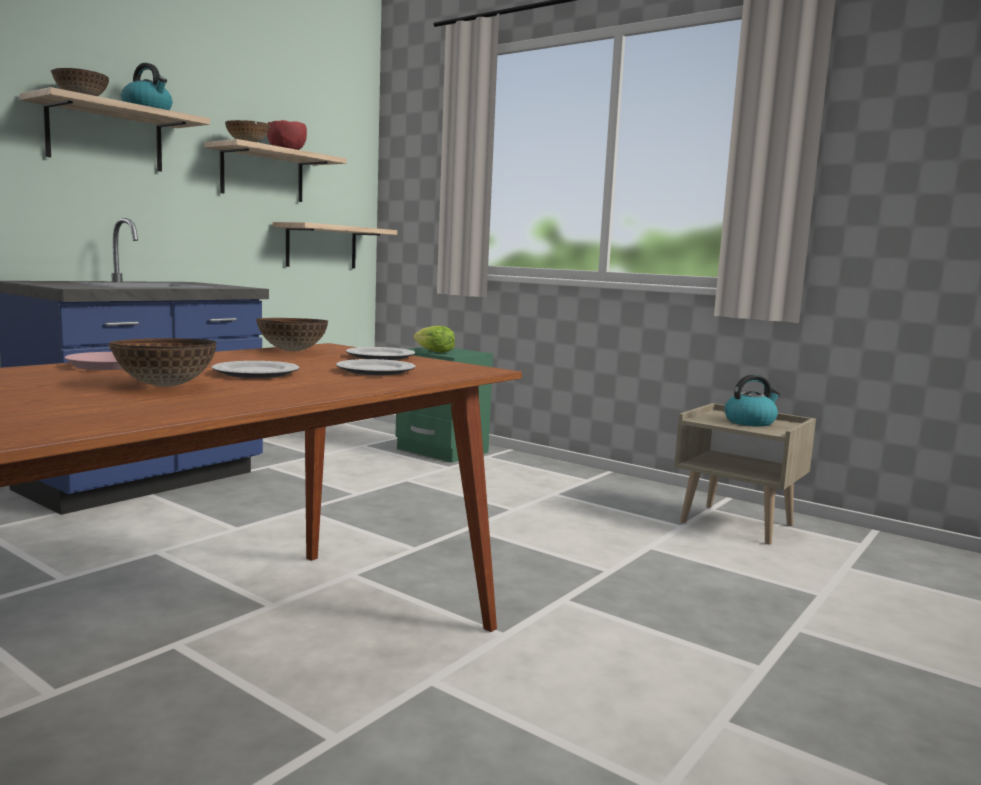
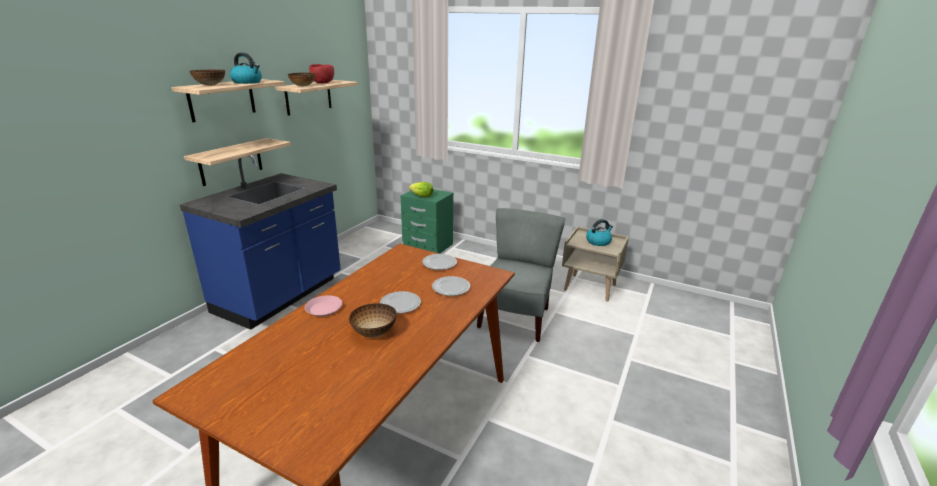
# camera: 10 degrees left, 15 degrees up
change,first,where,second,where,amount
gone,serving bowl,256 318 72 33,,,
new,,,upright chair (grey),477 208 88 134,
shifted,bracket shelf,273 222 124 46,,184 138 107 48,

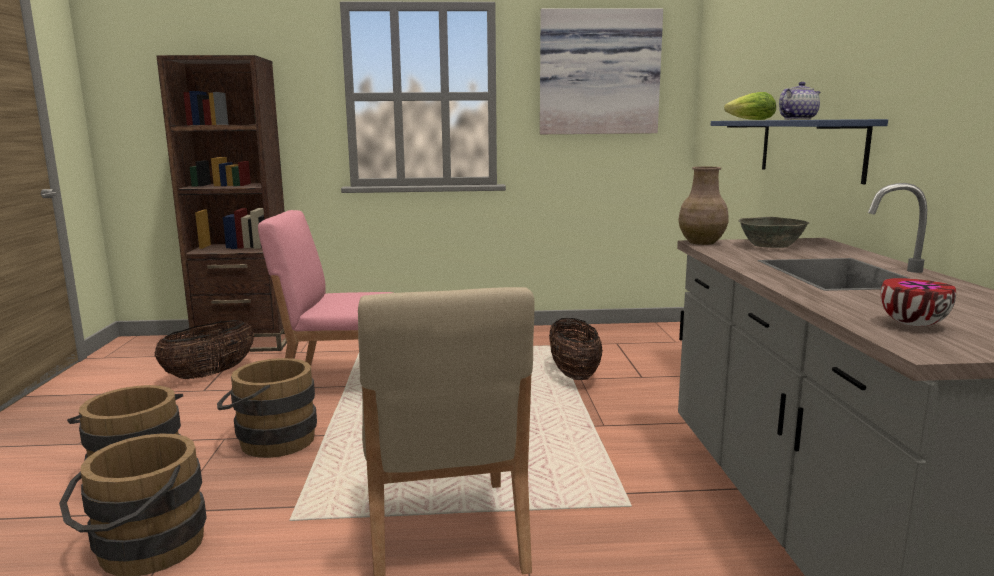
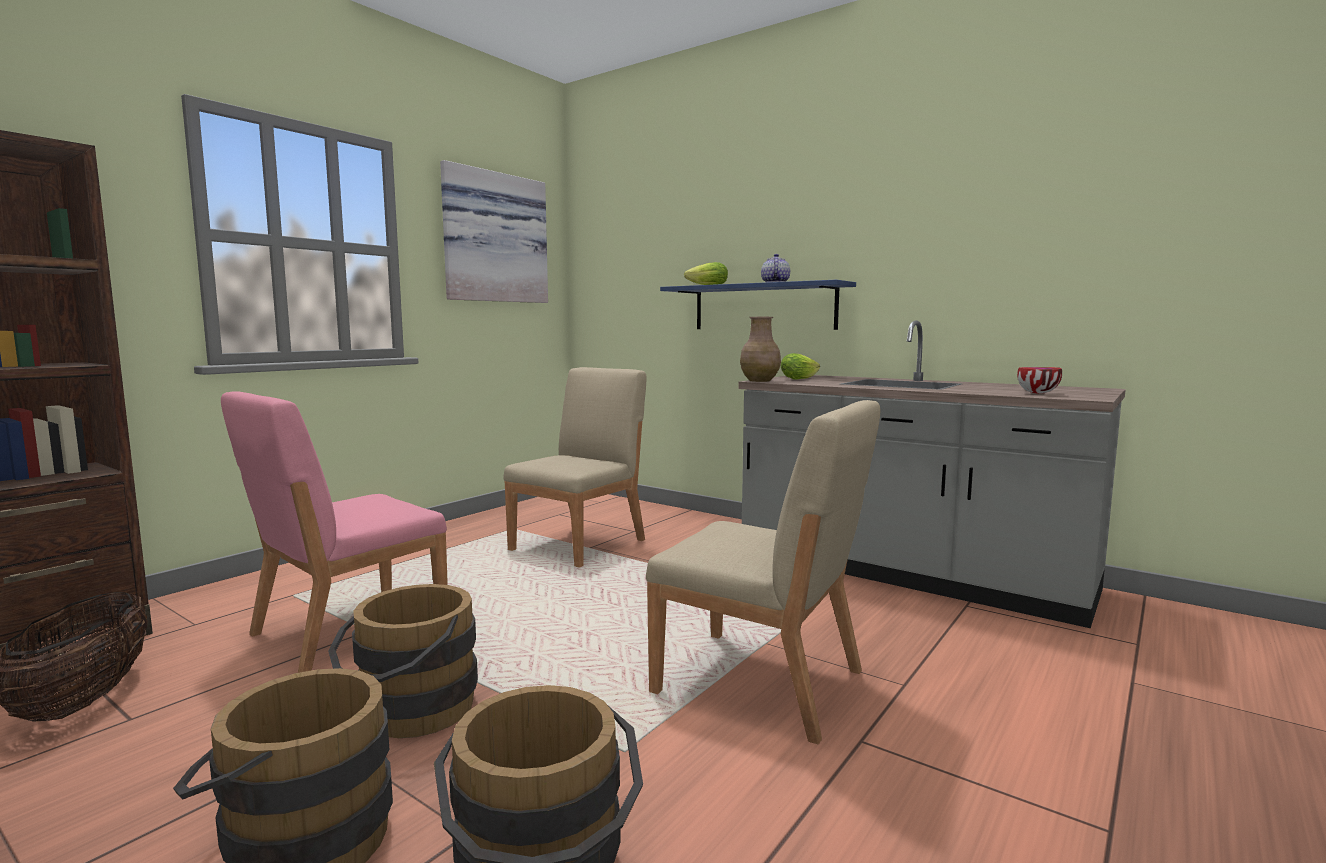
# camera: 50 degrees left, 5 degrees down
change,first,where,second,where,amount
swapped,storage basket,549 318 54 62,upright chair (beige-coloured),503 367 144 200,
swapped,serving bowl (grey),739 217 70 31,head of lettuce,781 353 39 27,

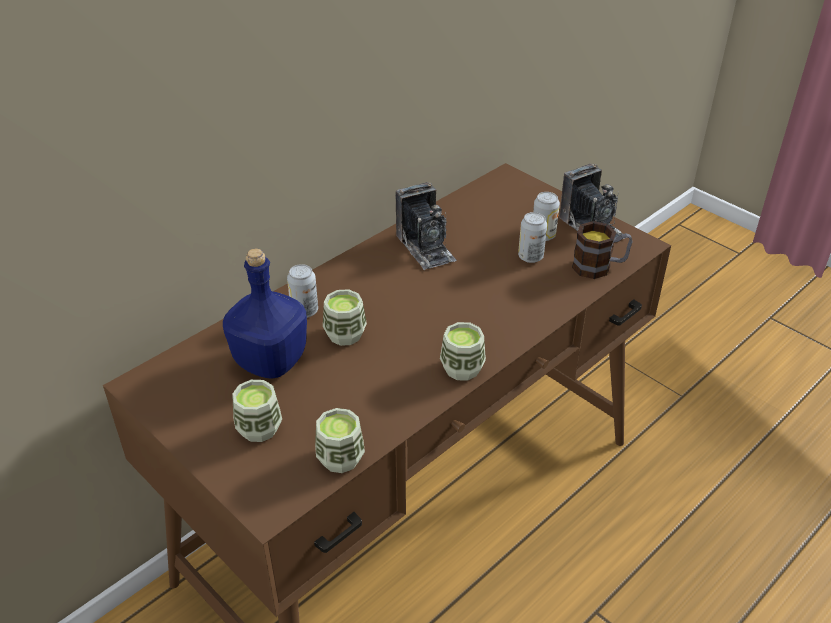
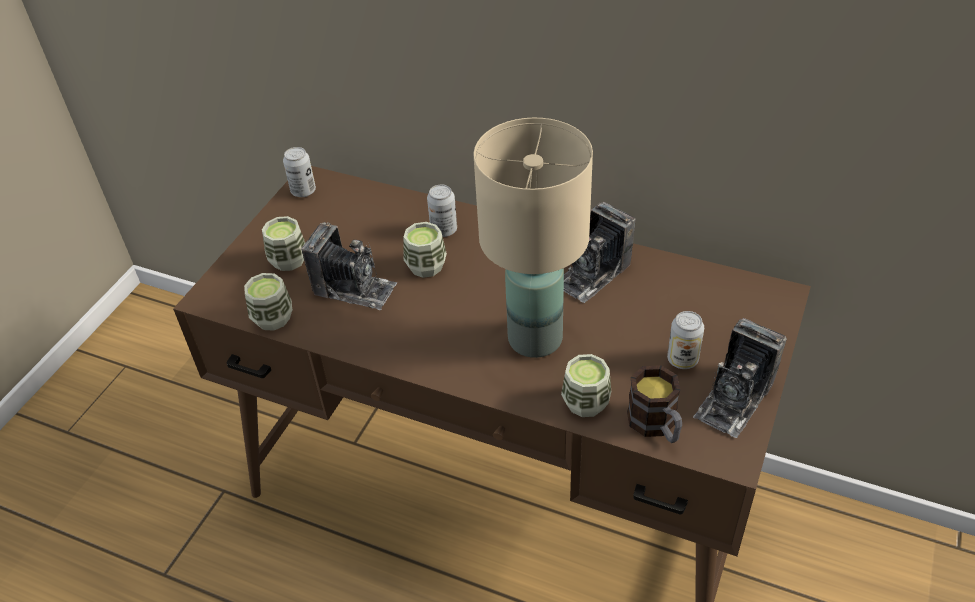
# camera: 70 degrees right, 5 degrees up
change,first,where,second,where,amount
gone,drink bottle (blue-coloured),223 248 84 131,,,
new,,,still camera,301 222 96 88,
new,,,lamp for a table (beige-coloured),473 118 120 240,
shifted,drinking cup,440 322 46 59,,561 354 50 63,
shifted,sealed can,518 212 29 51,,283 147 33 50,

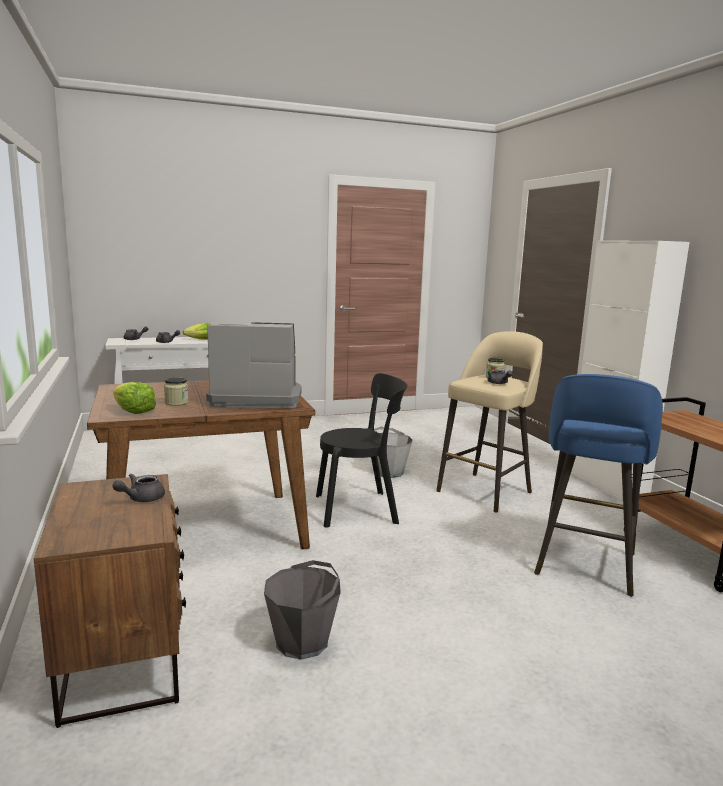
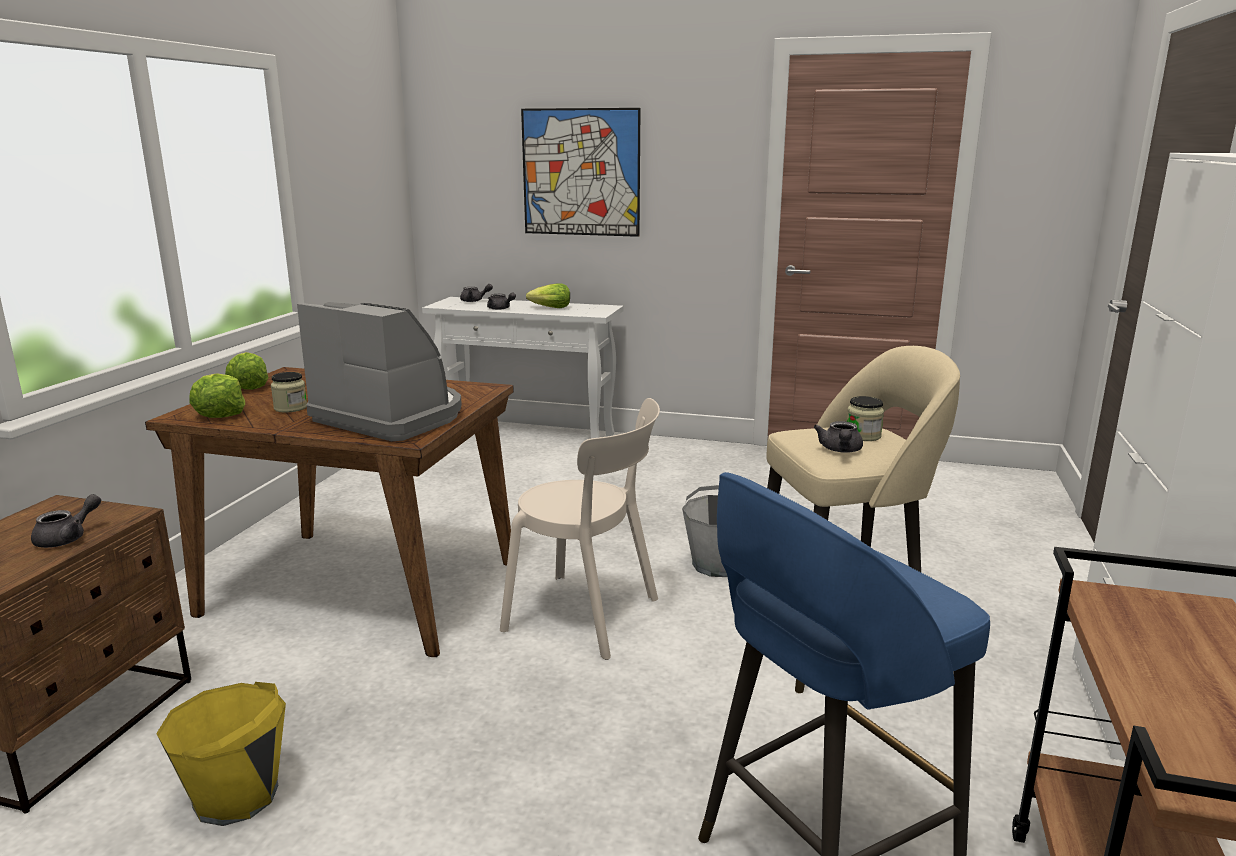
# camera: 35 degrees right, 5 degrees up
change,first,where,second,where,amount
new,,,head of lettuce,225 352 43 38,
new,,,wall art,521 108 119 129,
repainted,pail (grey),264 560 77 100,pail (yellow),156 682 130 144,
repainted,upright chair (black),316 373 91 155,upright chair (beige-coloured),500 398 160 262,
rotated,pot for tea (grey),112 473 53 29,,31 494 70 54,135 degrees clockwise

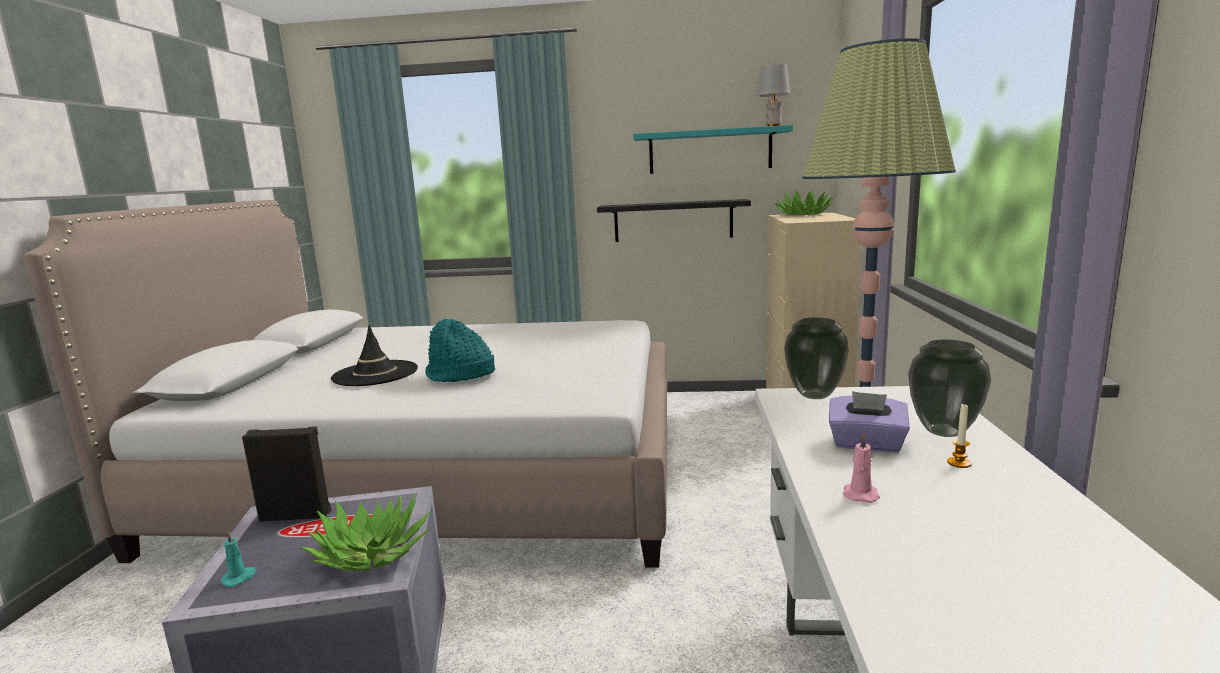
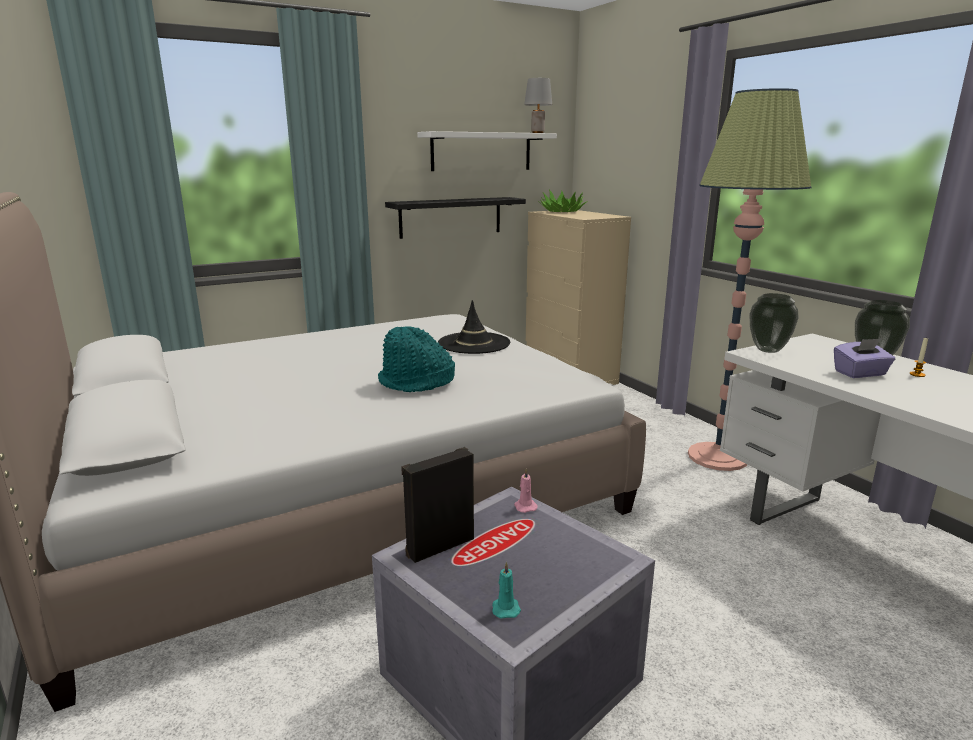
# camera: 35 degrees left, 5 degrees up
change,first,where,second,where,amount
gone,plant in a pot,301 493 129 78,,,
shifted,wearable hat (black),331 325 87 61,,438 300 72 54,
shifted,wax light (pink),843 433 37 70,,514 468 24 45,
repainted,bracket shelf (blue-green),633 125 160 49,bracket shelf (white),417 131 140 40,

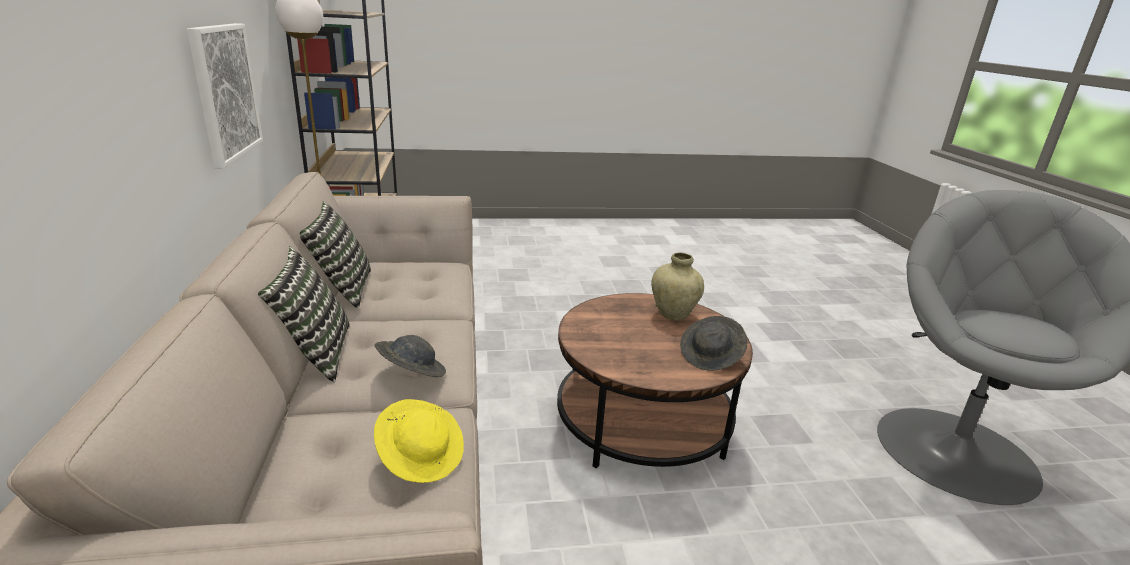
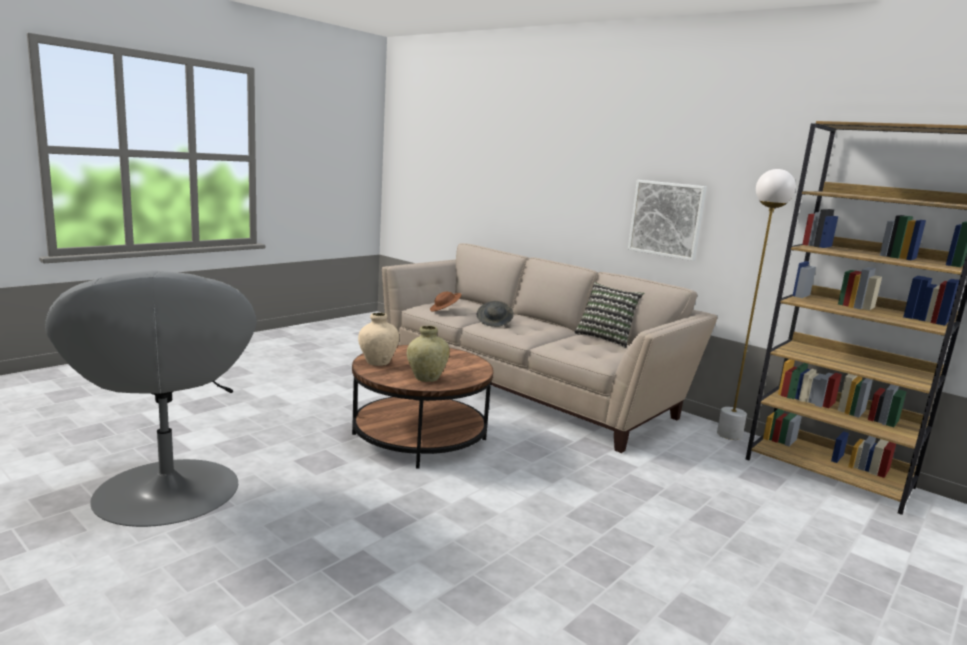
# camera: 140 degrees right, 10 degrees down
change,first,where,second,where,amount
gone,throw pillow,258 246 92 136,,,
swapped,wearable hat (grey),680 316 67 55,flower vase (beige-coloured),358 312 41 54,
repainted,wearable hat (yellow),374 399 90 84,wearable hat (brownish),430 292 31 20,

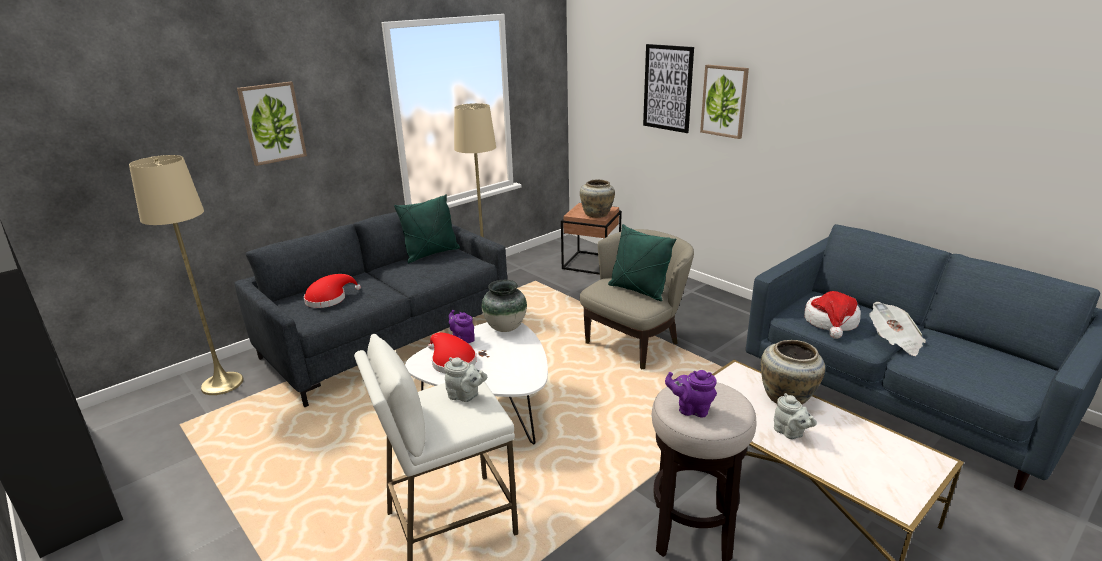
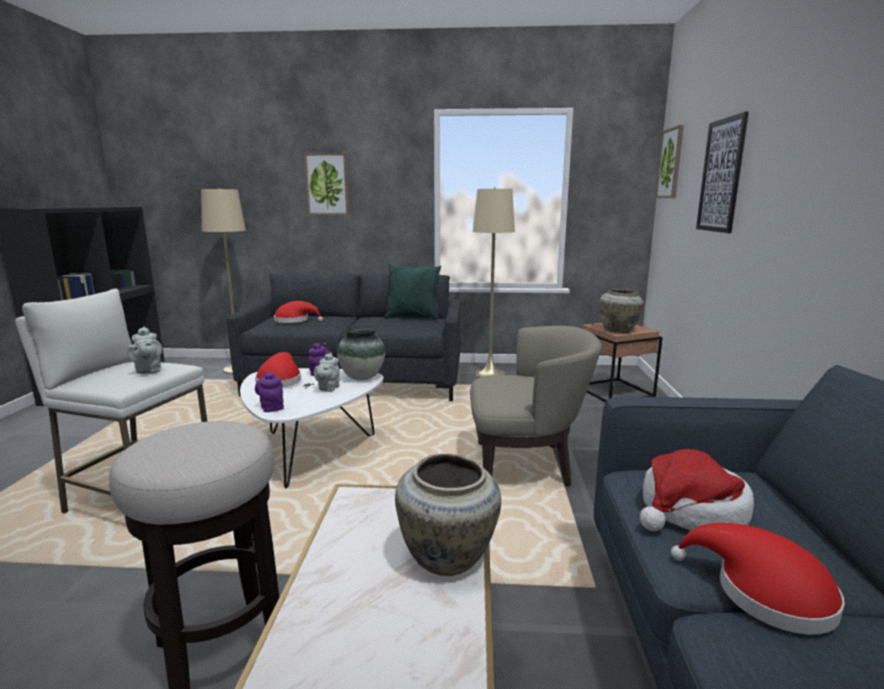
# camera: 45 degrees right, 10 degrees down
change,first,where,second,where,amount
gone,throw pillow (green-coloured),608 224 68 77,,,
shifted,pot for tea (purple-coloured),665 370 52 48,,255 371 29 41,
shifted,wall art,700 65 49 74,,656 125 28 73,
shifted,pot for tea (grey),774 393 43 47,,314 353 26 39,
swapped,printed paper,869 302 57 54,wearable hat (red),671 523 174 111,

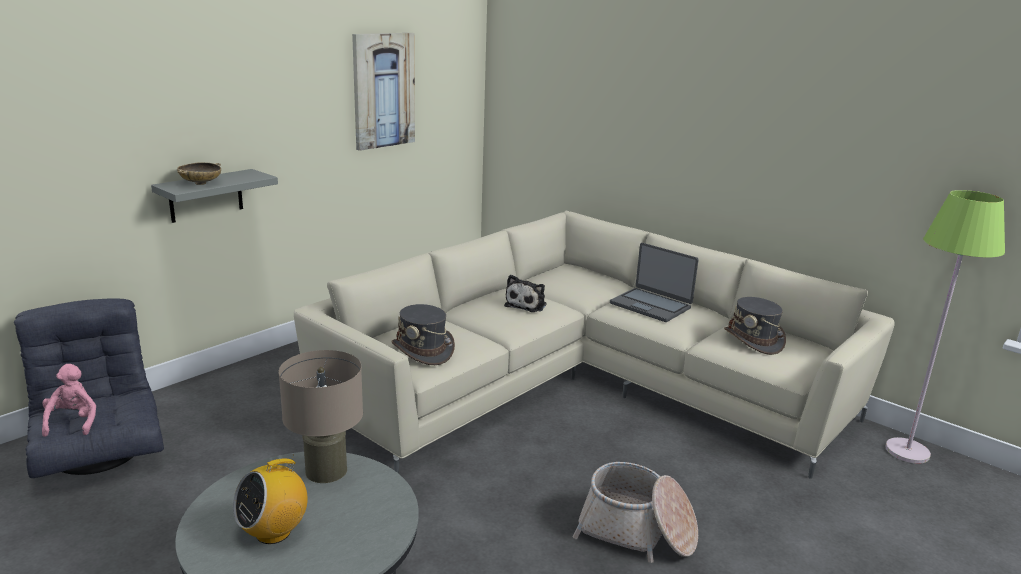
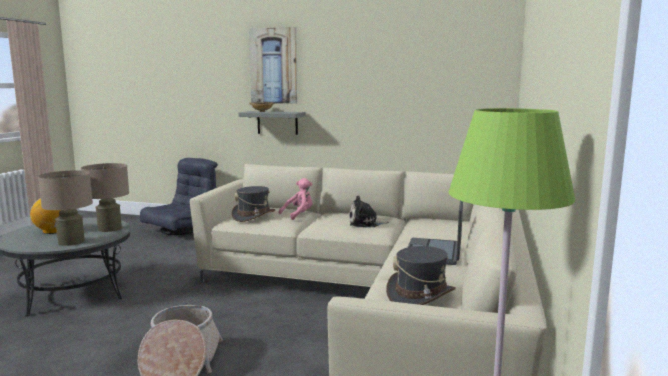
# camera: 65 degrees right, 10 degrees down
change,first,where,second,where,amount
new,,,lamp for a table (beige-coloured),38 171 55 75,
shifted,plush toy (pink),42 364 54 73,,278 178 35 42,
shifted,wall art,352 33 63 118,,249 27 48 77,

